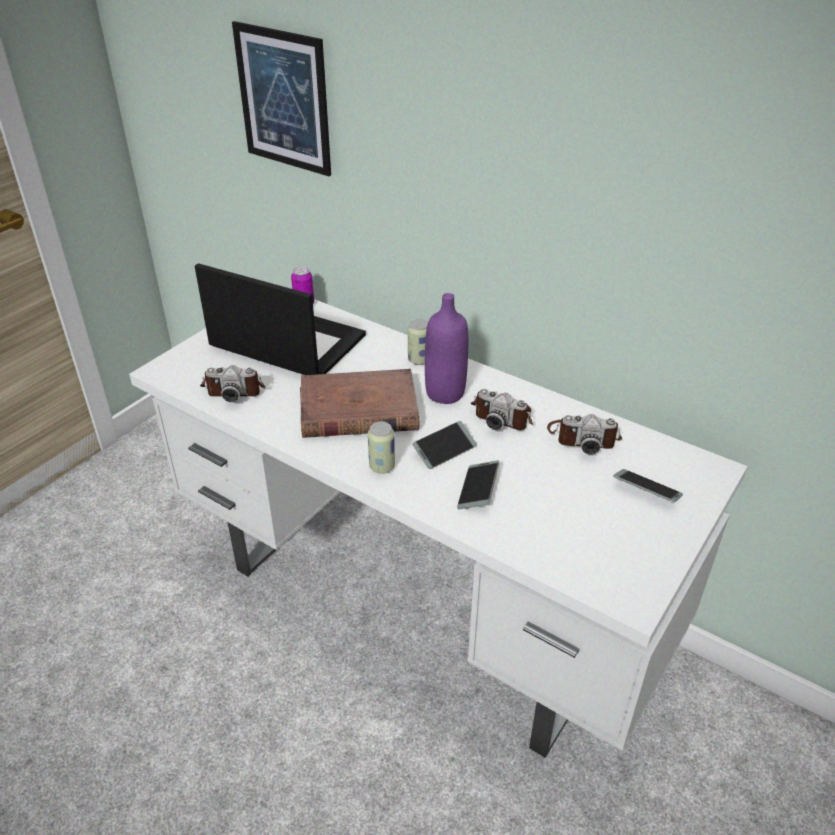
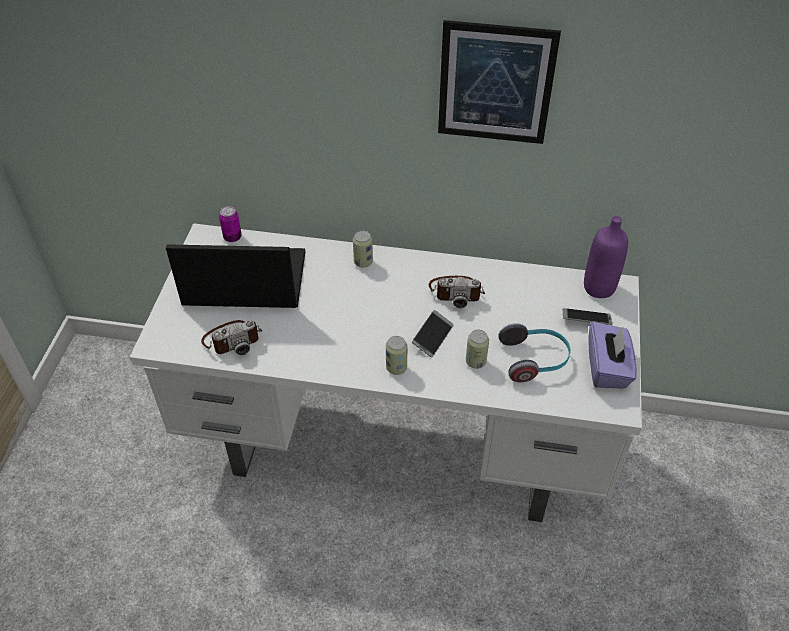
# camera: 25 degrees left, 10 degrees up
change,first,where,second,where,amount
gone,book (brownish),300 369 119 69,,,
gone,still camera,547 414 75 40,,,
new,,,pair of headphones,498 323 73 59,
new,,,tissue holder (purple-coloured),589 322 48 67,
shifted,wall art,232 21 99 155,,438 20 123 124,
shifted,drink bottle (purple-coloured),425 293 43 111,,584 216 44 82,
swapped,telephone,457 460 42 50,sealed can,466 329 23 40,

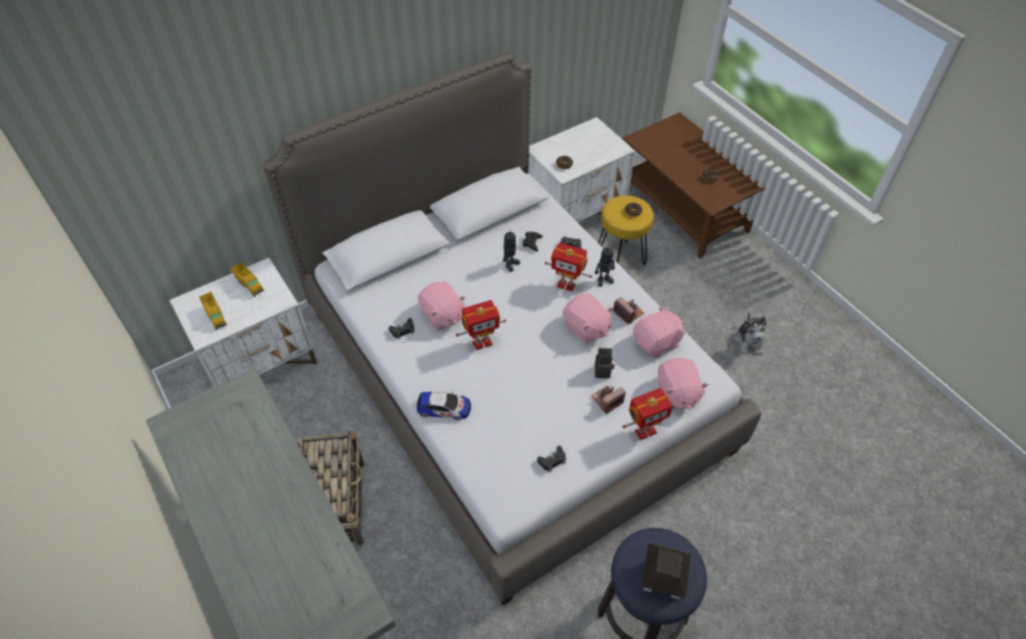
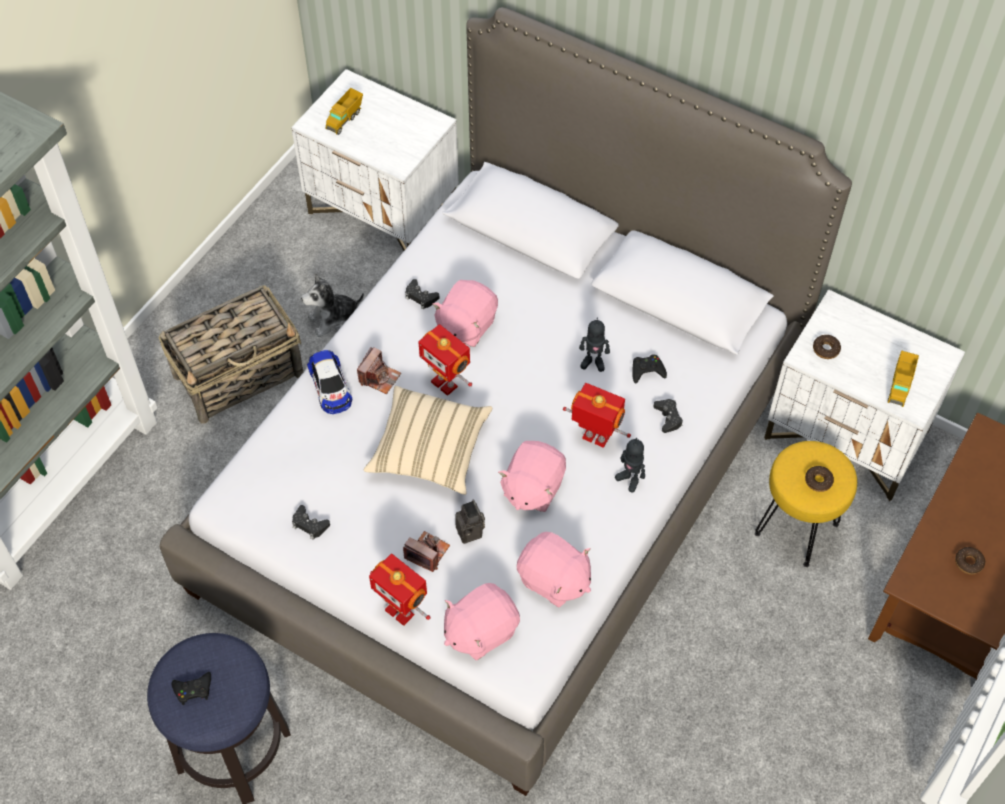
# camera: 65 degrees right, 5 degrees up
change,first,where,second,where,amount
new,,,throw pillow (beige-coloured),364 386 128 109,
shifted,toy truck,231 263 33 34,,888 351 31 56,
shifted,still camera,613 297 31 27,,357 347 44 47,
shifted,plush toy,735 312 31 43,,301 272 63 65,
swapped,toy house,641 543 50 56,gamepad (black),172 672 39 33,
rotated,toy robot,545 243 47 48,,563 383 68 65,120 degrees clockwise

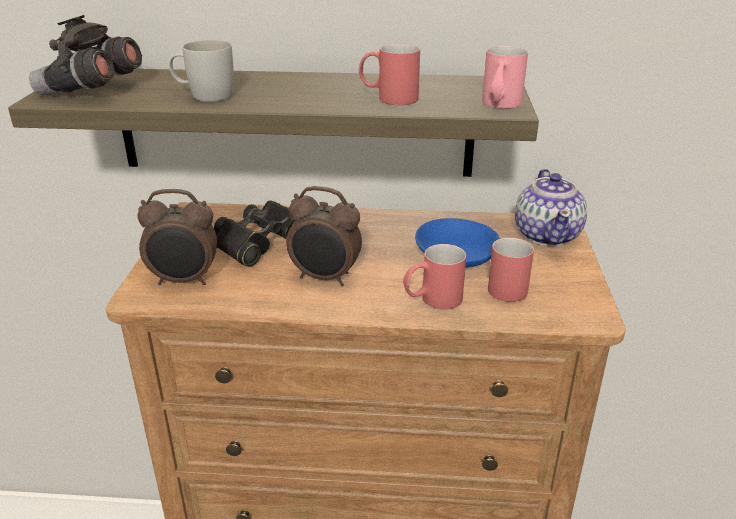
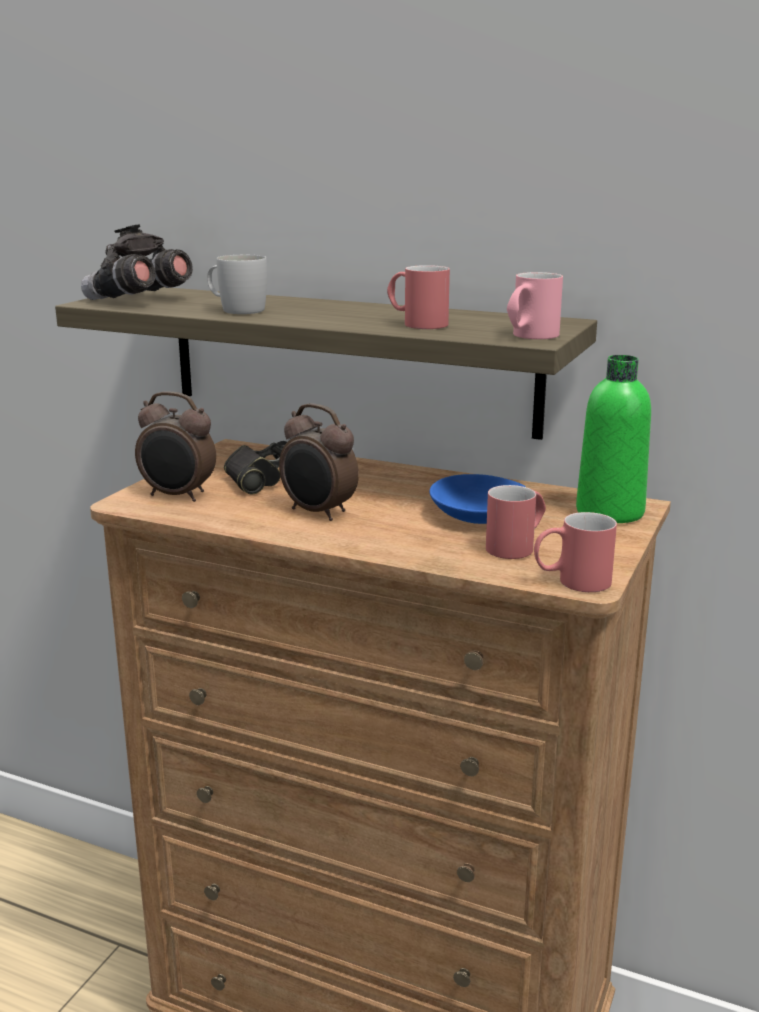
# camera: 20 degrees right, 10 degrees down
change,first,where,second,where,amount
shifted,tea mug (red),403 244 63 66,,534 512 83 80,
swapped,pot for tea,515 169 72 77,drink bottle (green-coloured),576 355 75 168,

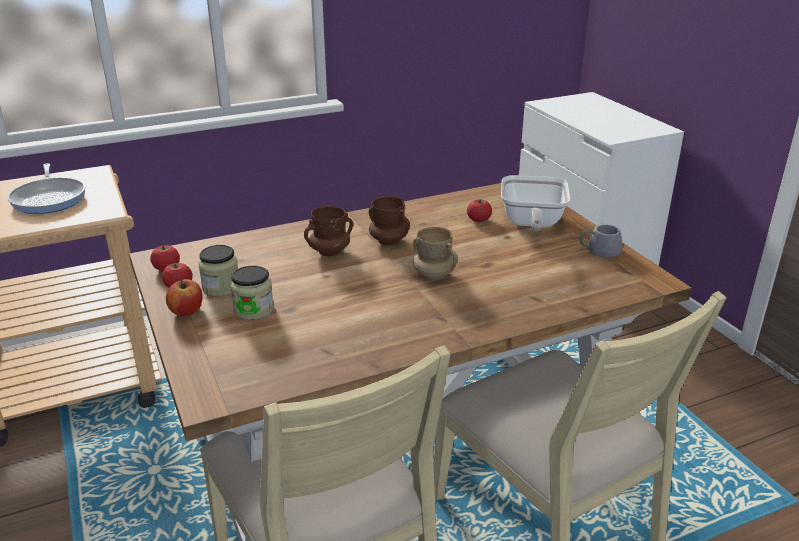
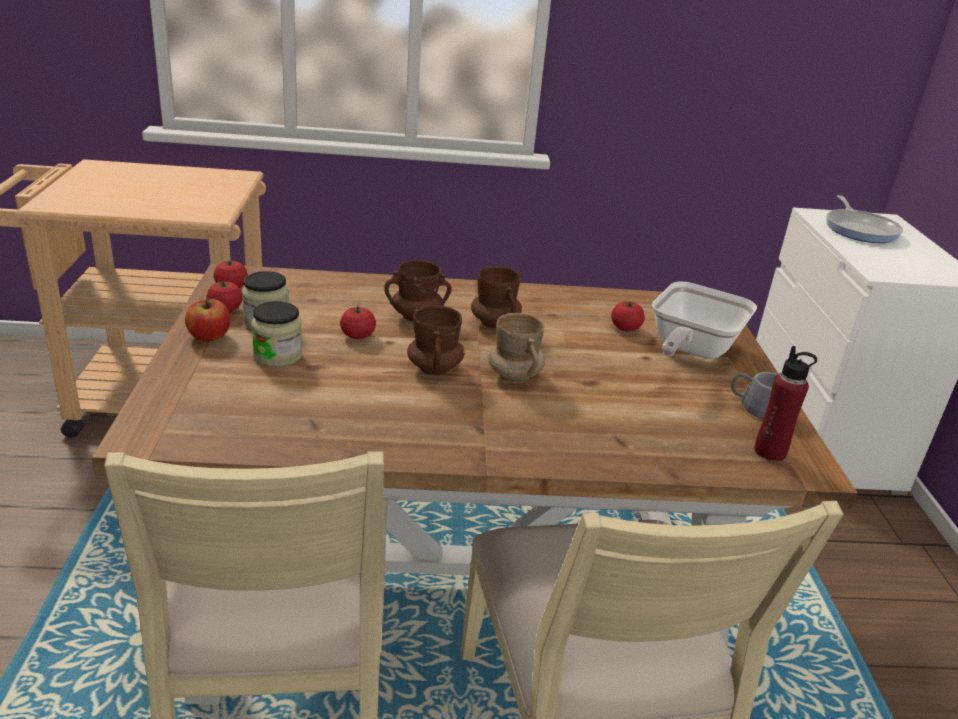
# camera: 20 degrees right, 0 degrees up
change,first,where,second,where,amount
new,,,fresh tomato,340 305 36 34,
new,,,tea mug (brownish),407 305 57 70,
new,,,drink bottle (red),754 346 63 115,
shifted,pan,8 163 77 51,,826 195 77 48,

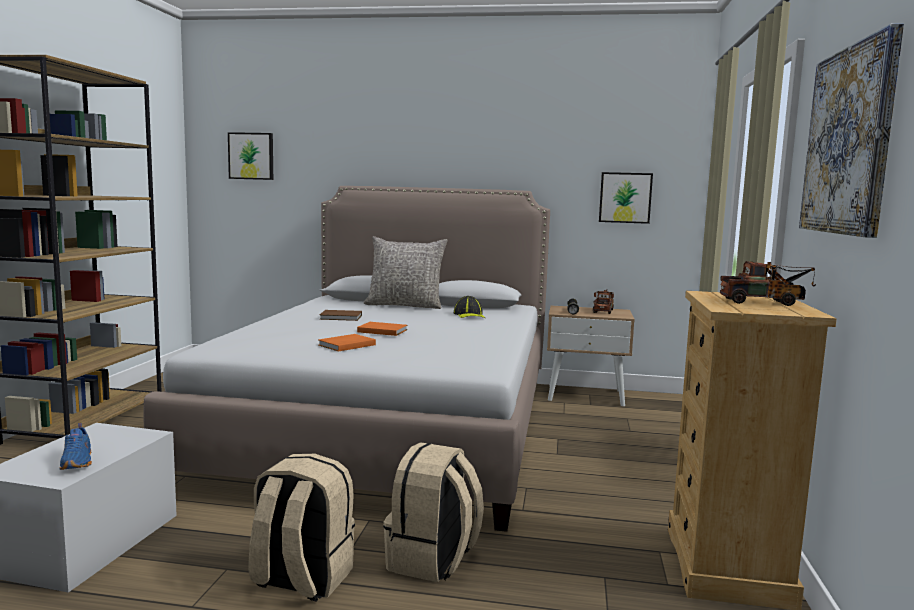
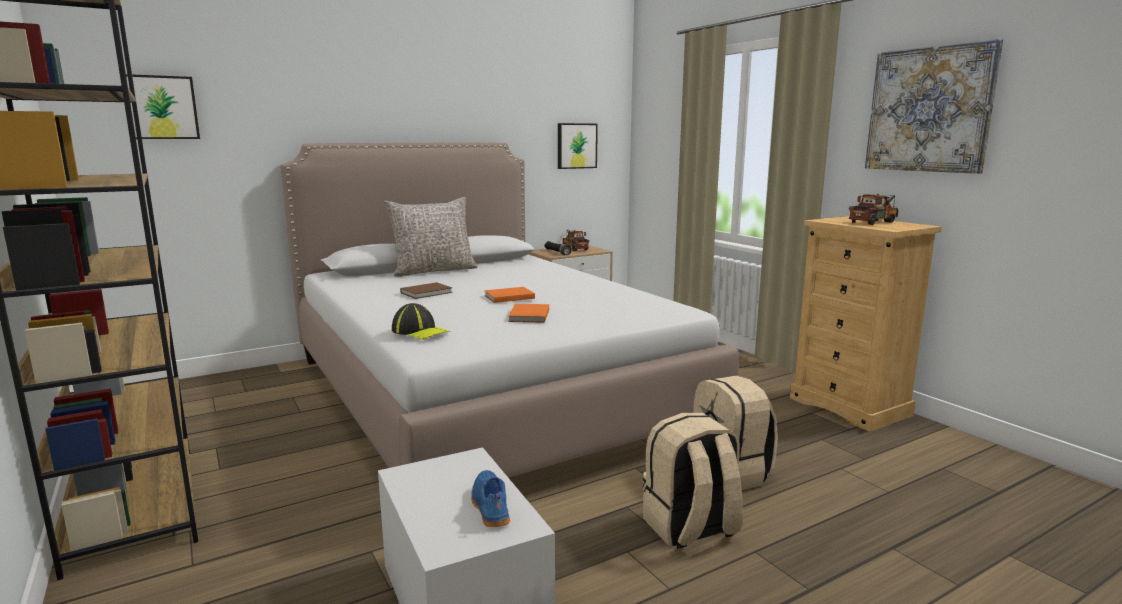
# camera: 40 degrees left, 5 degrees up
change,first,where,second,where,amount
shifted,peaked cap,454 296 31 22,,392 303 58 36,
rotated,low shoe (blue-coloured),59 423 33 47,,471 470 39 57,135 degrees counterclockwise

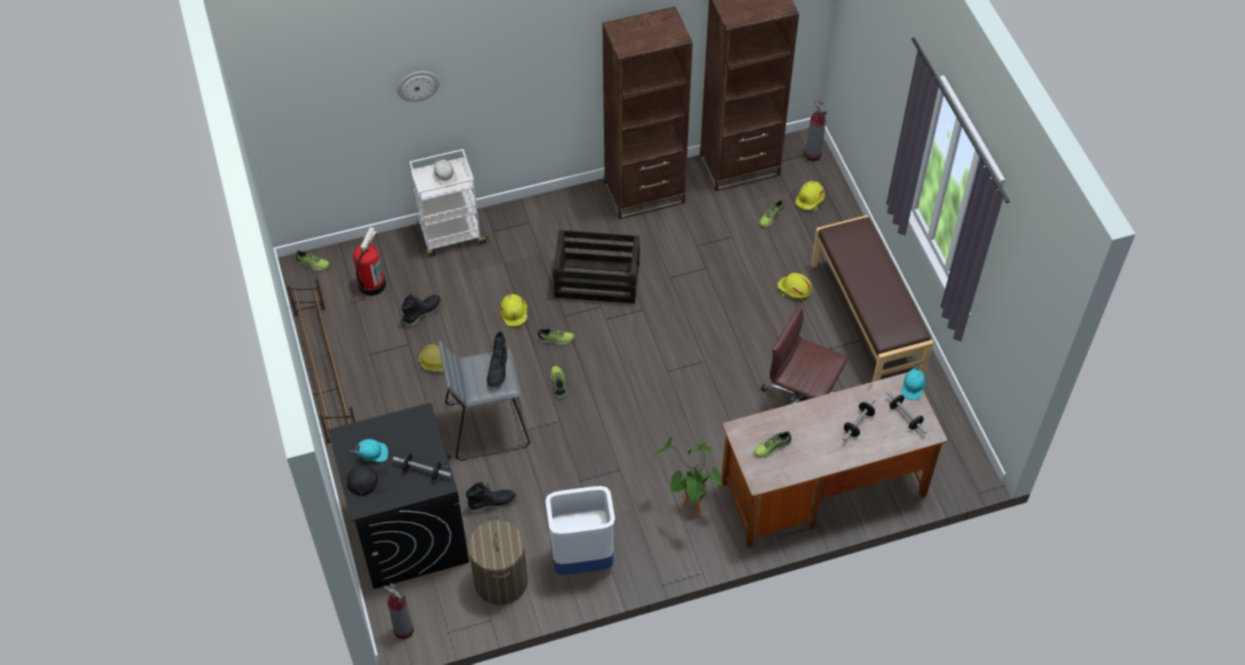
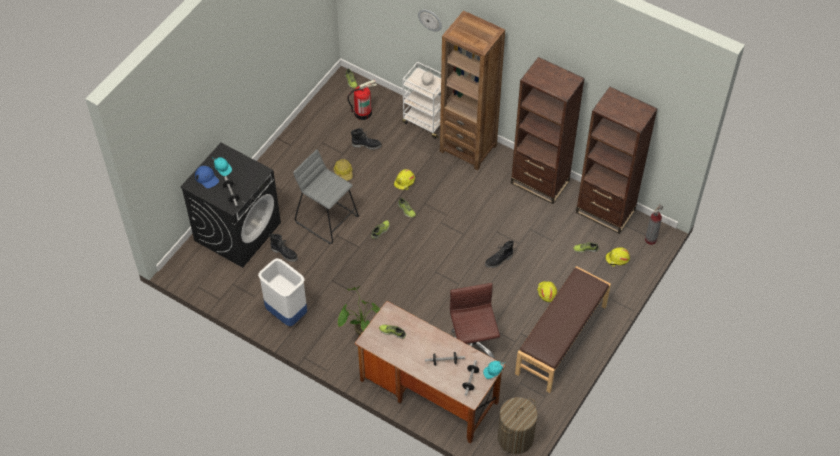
# camera: 50 degrees right, 0 degrees up
change,first,where,second,where,amount
gone,shoe rack (brownish),287 279 68 164,,,
gone,fire-fighting cylinder,384 583 30 56,,,
gone,crate,553 230 87 74,,,
new,,,shelving unit (brownish),440 11 65 159,
shifted,laundry basket,468 516 60 89,,498 397 39 57,
shifted,high-top boot (black),487 331 21 60,,485 241 29 27,
repainted,peaked cap (black),346 465 46 31,peaked cap (blue-coloured),195 166 24 22,

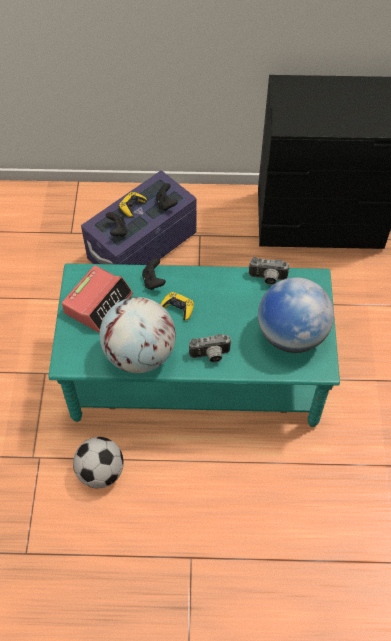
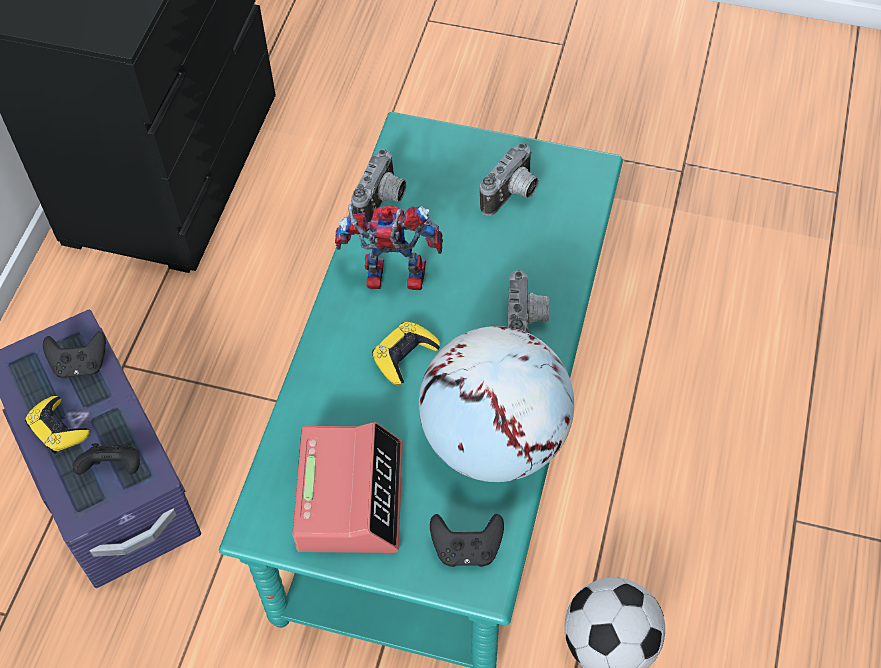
# camera: 75 degrees left, 0 degrees up
change,first,where,second,where,amount
new,,,toy robot,335 204 108 87,
shifted,gamepad (black),142 258 24 32,,430 514 74 53,
swapped,world globe,258 277 76 76,still camera,480 144 59 72,
rotated,alarm clock,62 265 71 68,,292 422 111 131,45 degrees clockwise

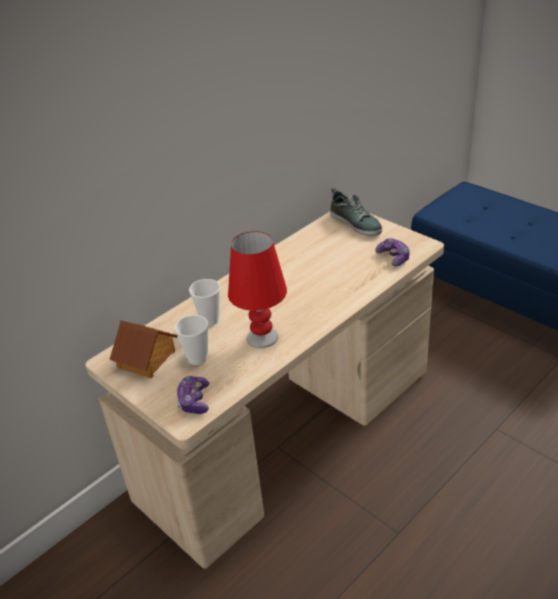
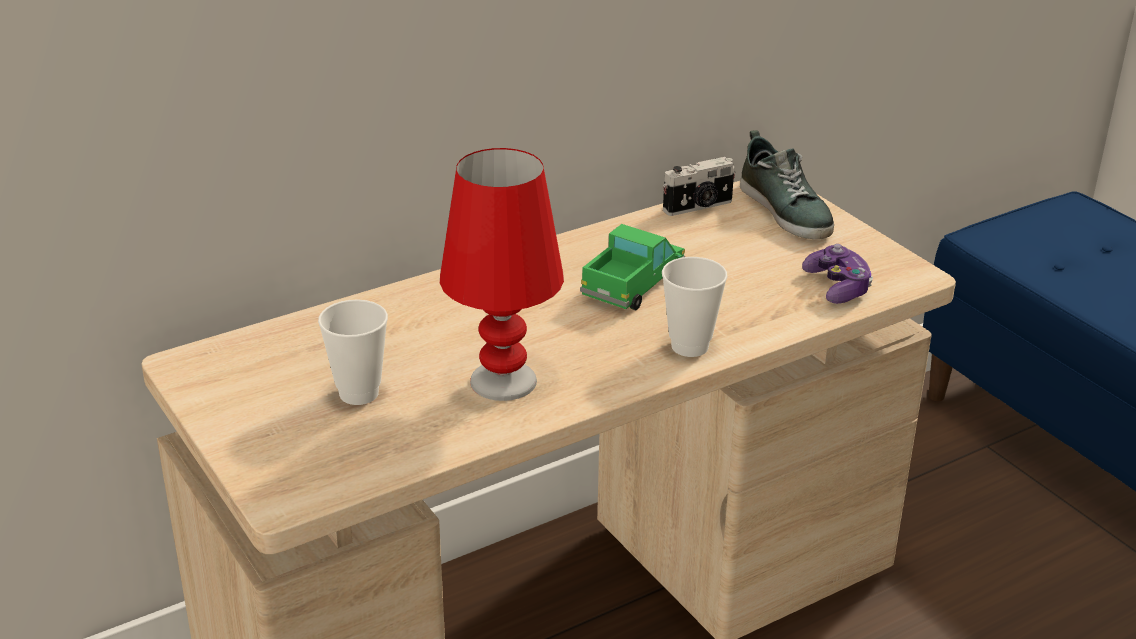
# camera: 10 degrees right, 5 degrees down
change,first,where,second,where,amount
gone,toy house,110 320 68 58,,,
gone,gamepad,177 376 32 38,,,
new,,,toy truck,580 224 105 87,
new,,,still camera,663 157 72 59,
shifted,drinking cup,189 279 31 47,,662 257 66 100,

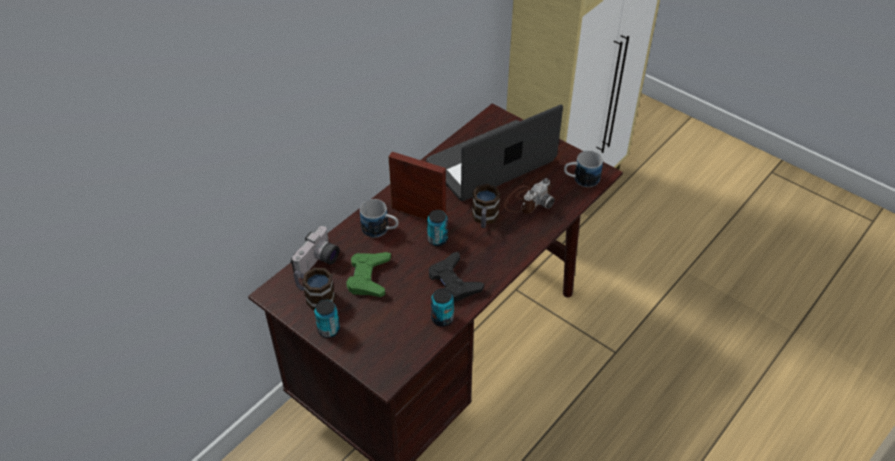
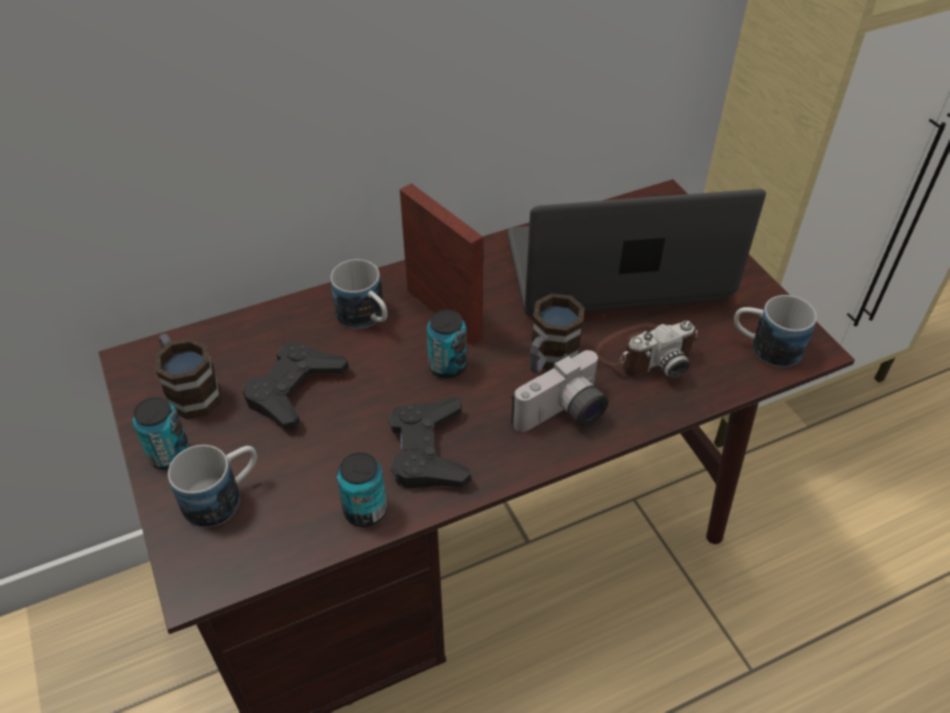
# camera: 25 degrees right, 0 degrees up
change,first,where,second,where,amount
new,,,tea mug,168 445 89 82,
shifted,still camera,291 226 48 52,,511 350 97 82,
repainted,gamepad (green-coloured),346 252 45 45,gamepad (black),242 341 107 88,

